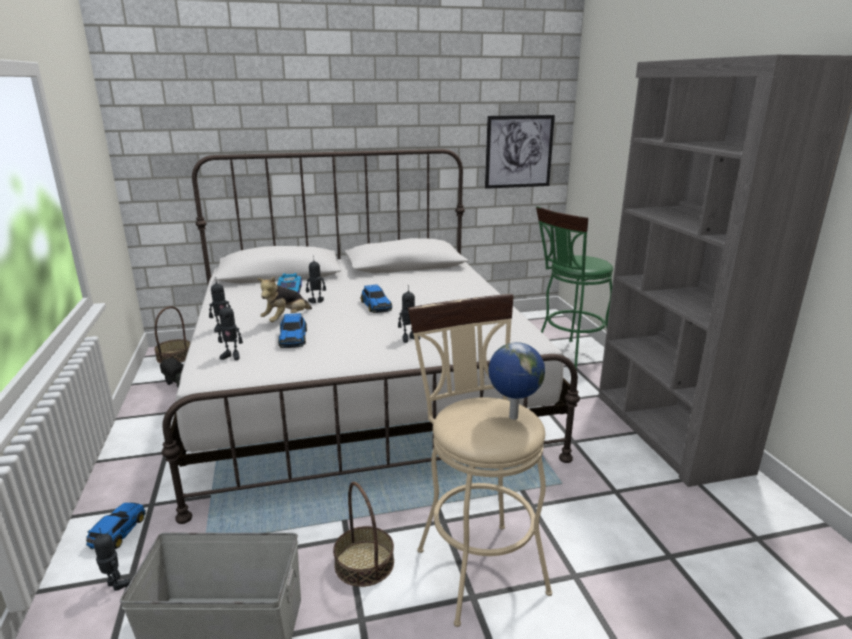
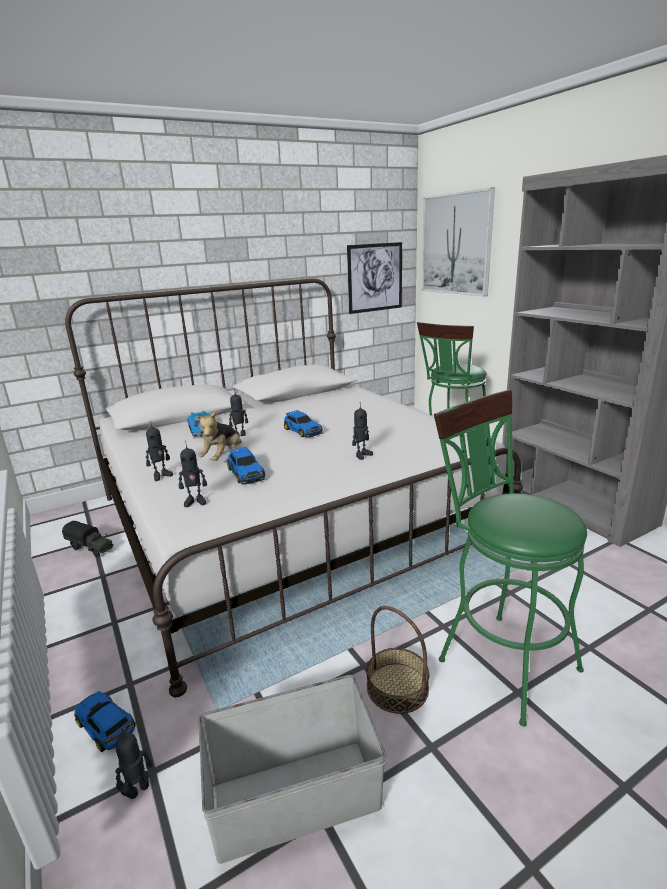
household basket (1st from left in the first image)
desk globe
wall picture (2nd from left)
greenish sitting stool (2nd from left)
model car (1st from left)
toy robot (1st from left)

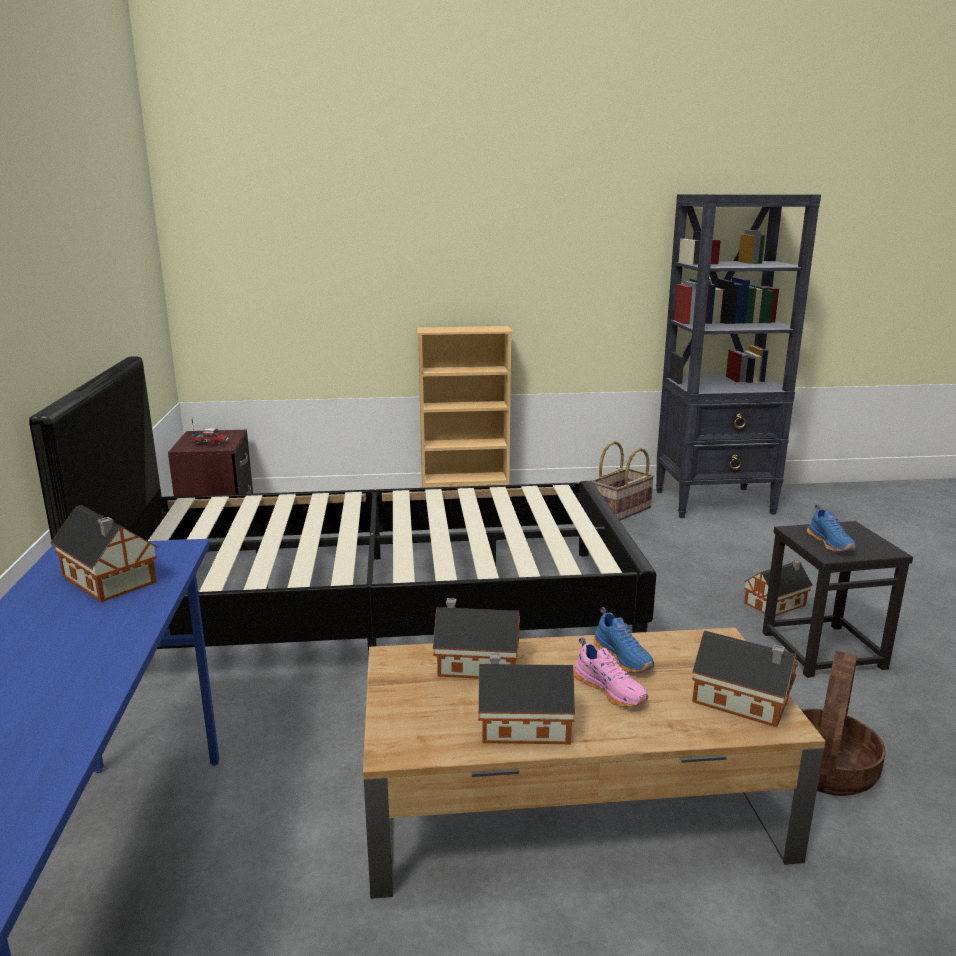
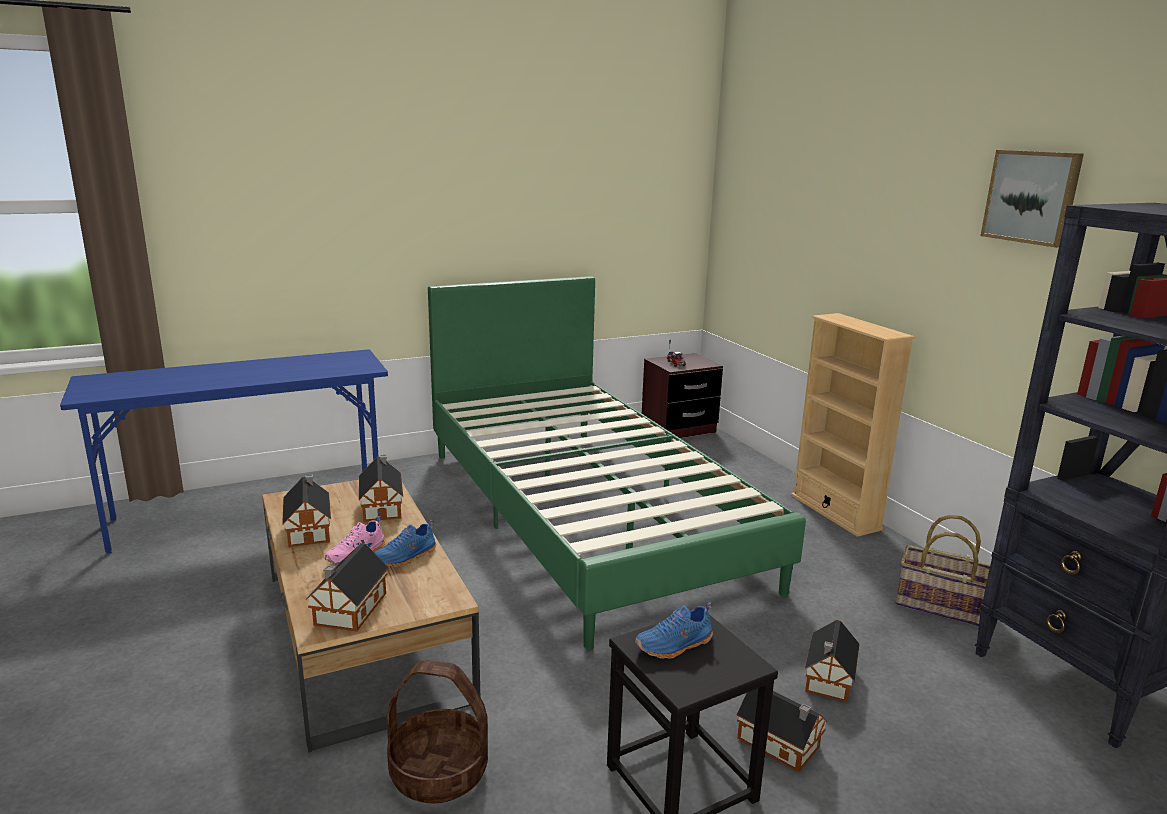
wall picture
toy house (5th from left)
greenish sleeping bed

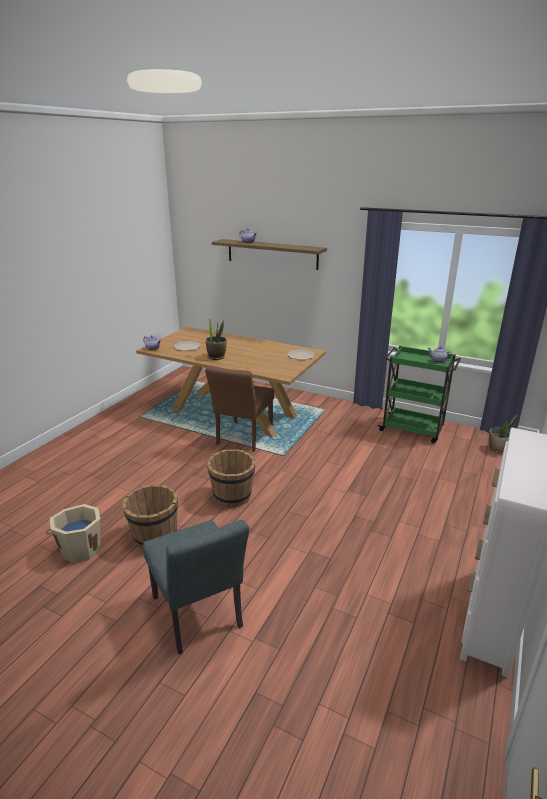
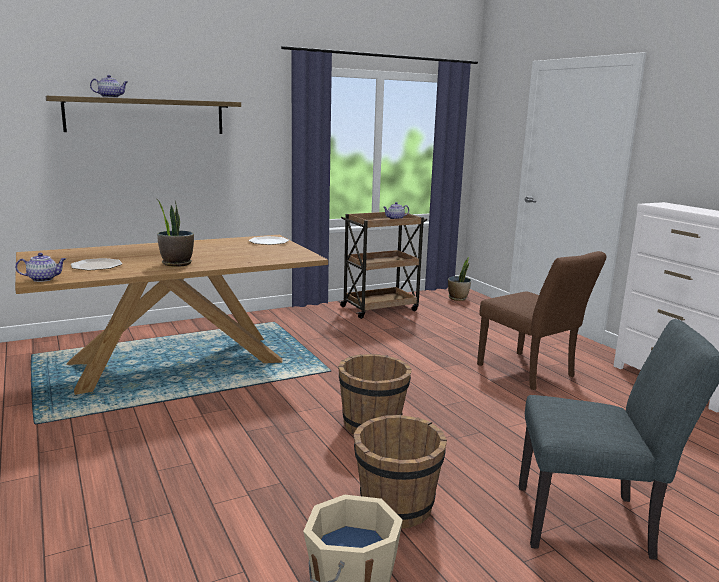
brown upright chair
brown wheeled cart

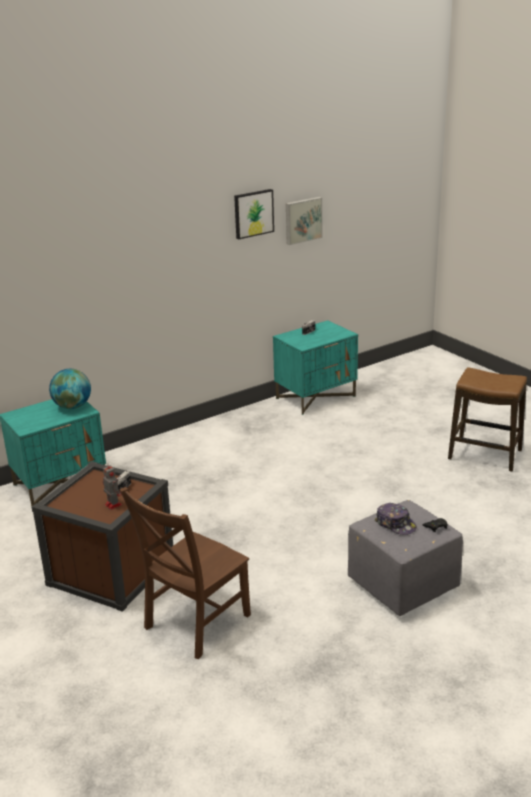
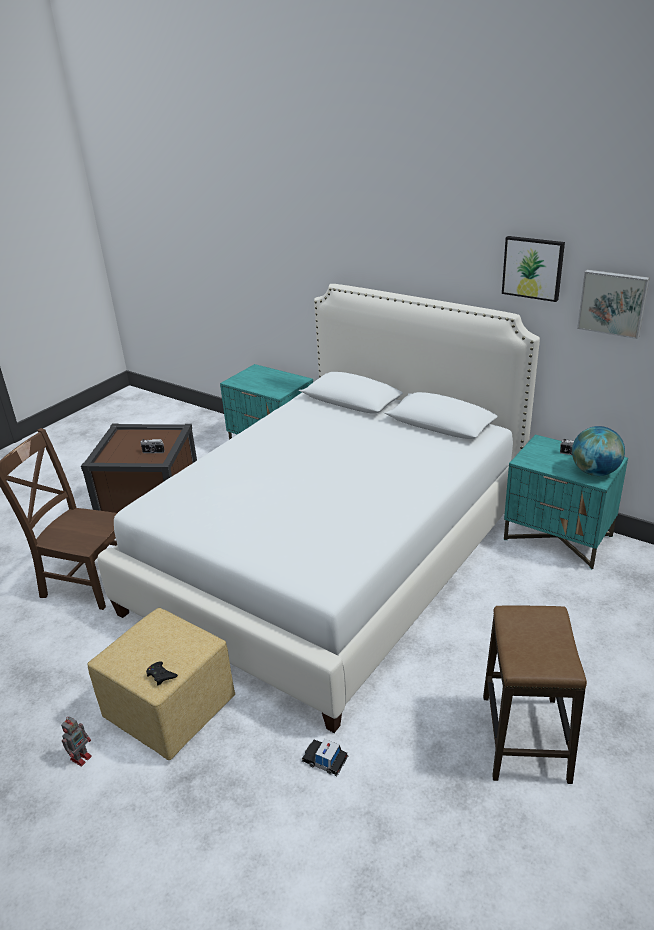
cap
white sleeping bed
model car
desk globe
toy robot
yellowish ottoman

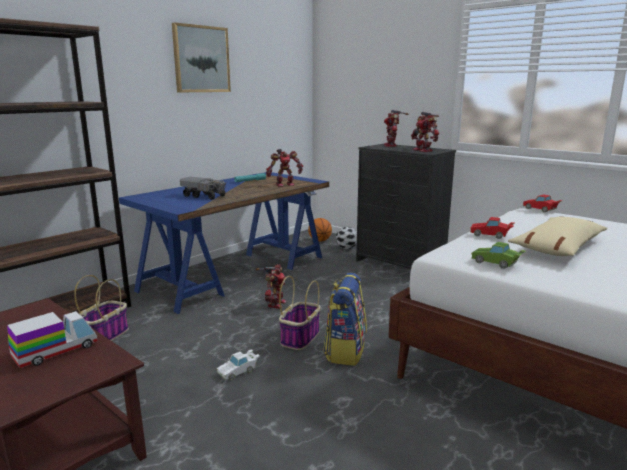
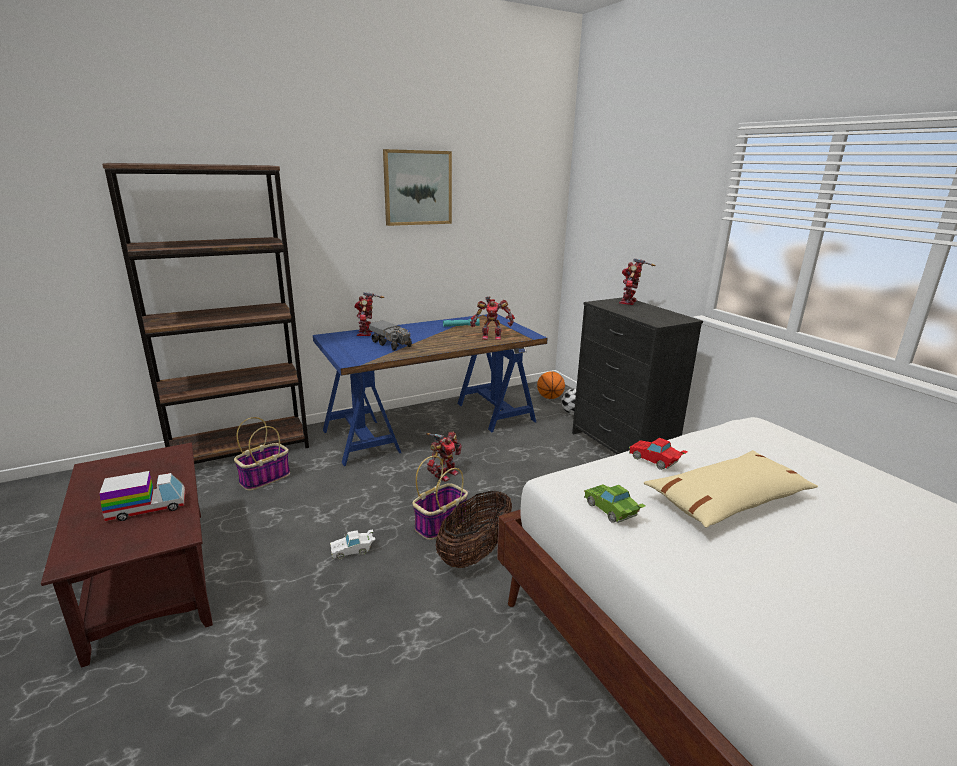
red-coloured model car (2nd from left in the first image)
toy robot (1st from left)
household basket (3rd from left)

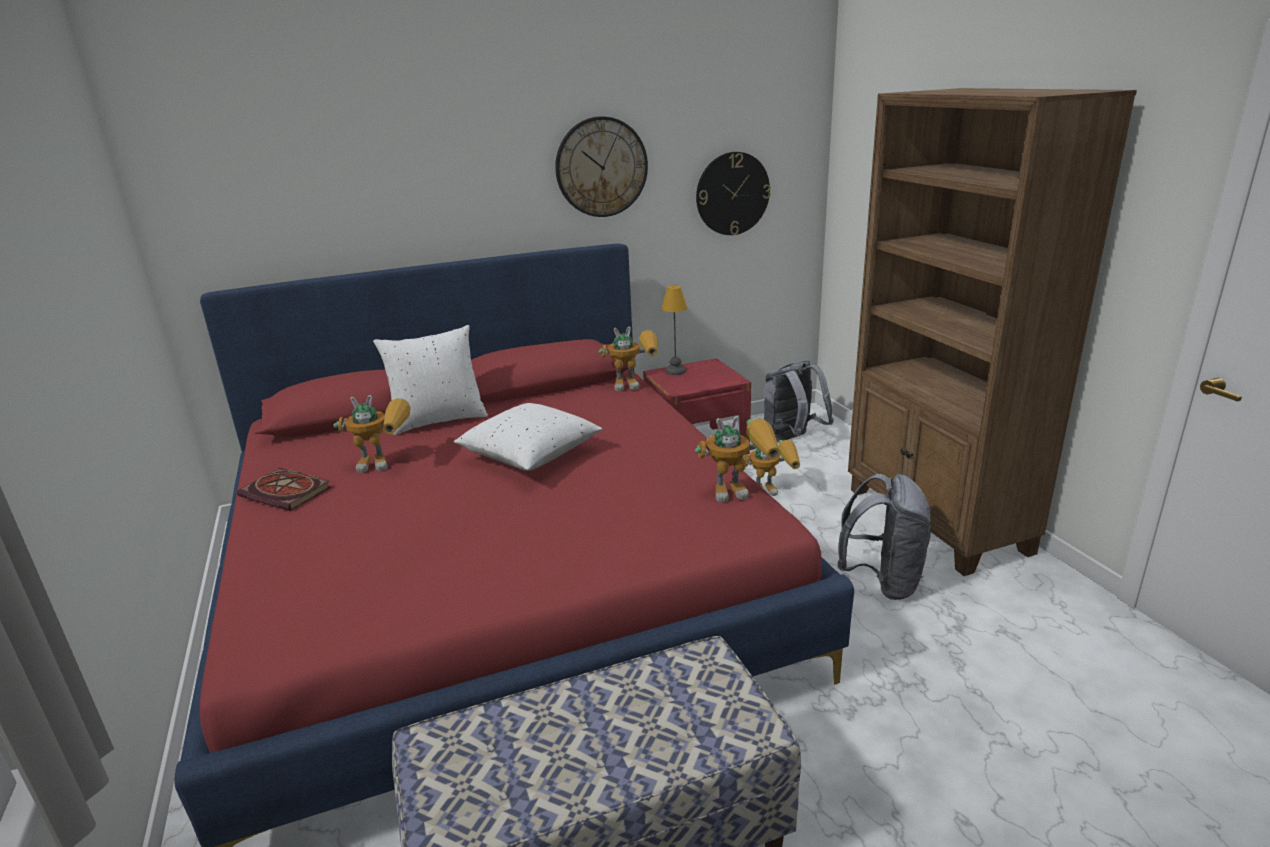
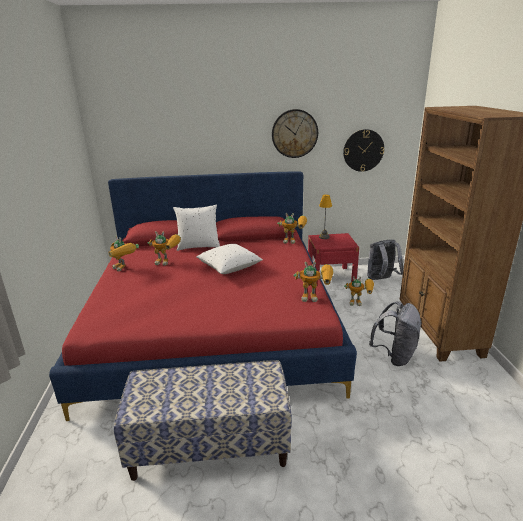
toy robot (1st from left)

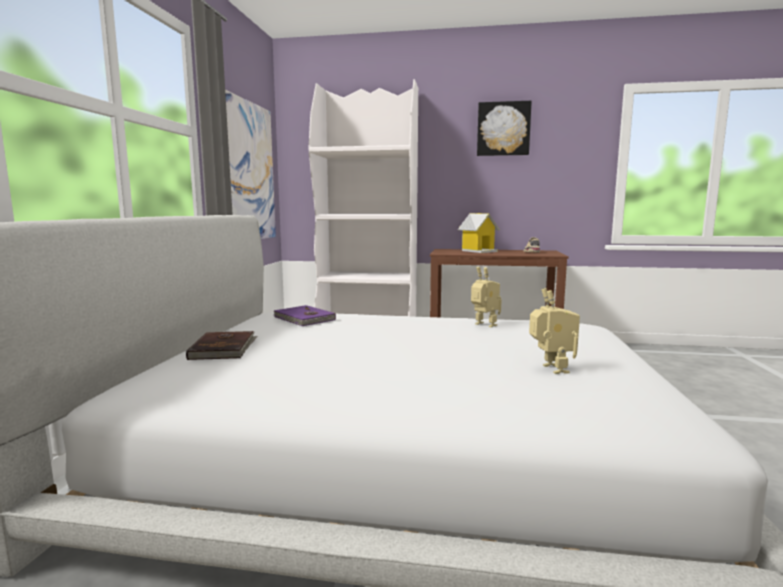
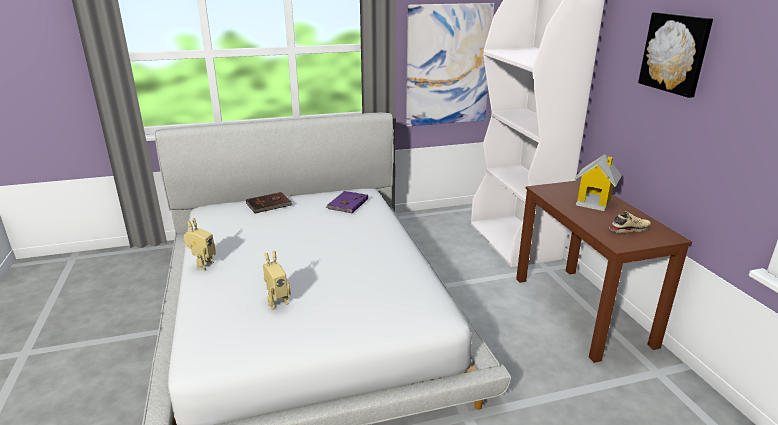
toy robot (1st from left)

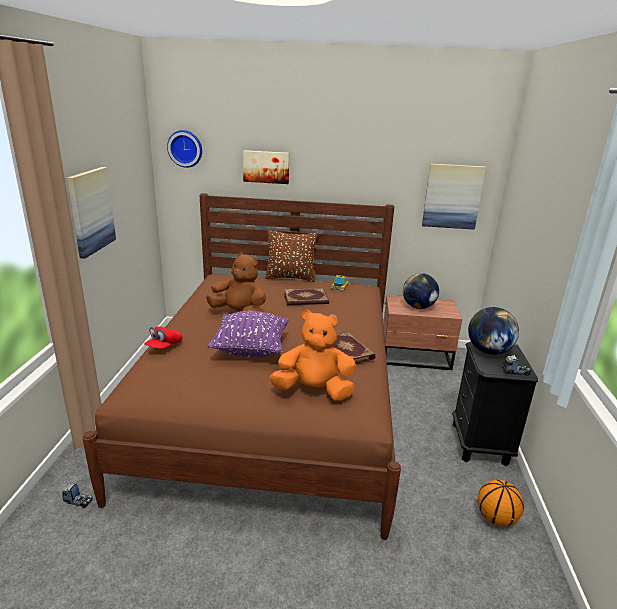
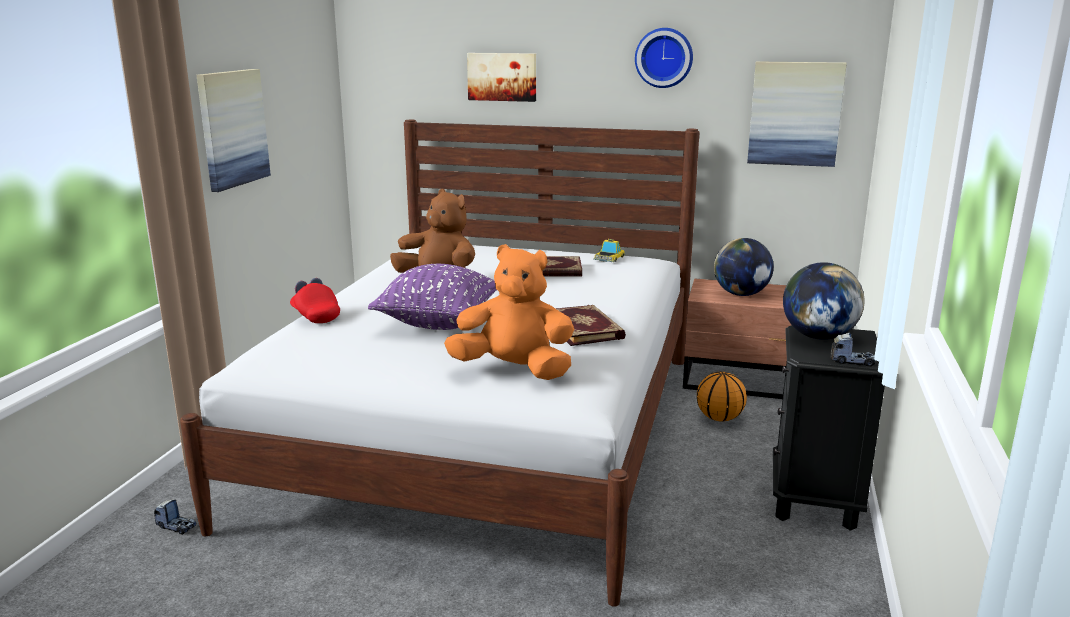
brown pillow
wall clock
basketball ball
white sleeping bed
red-coloured cap

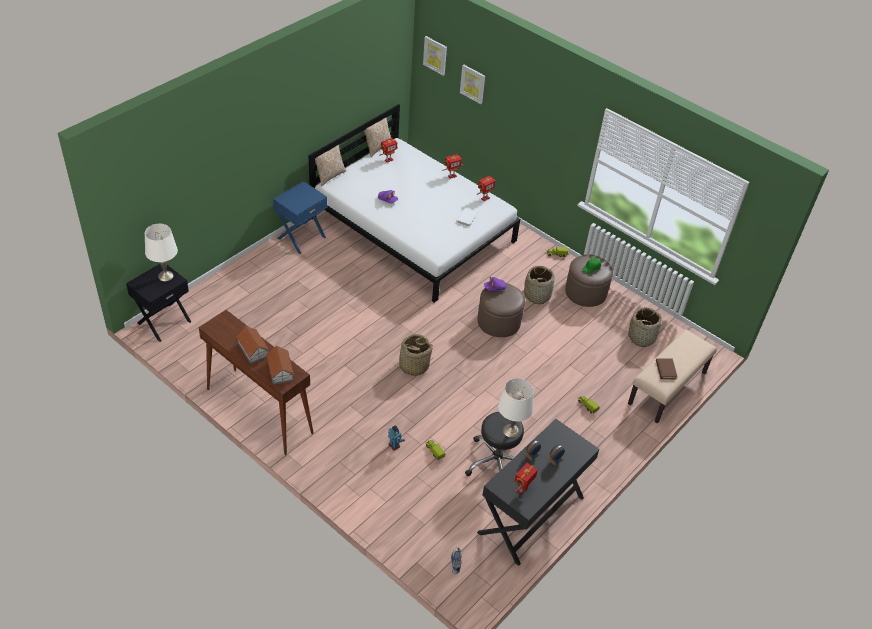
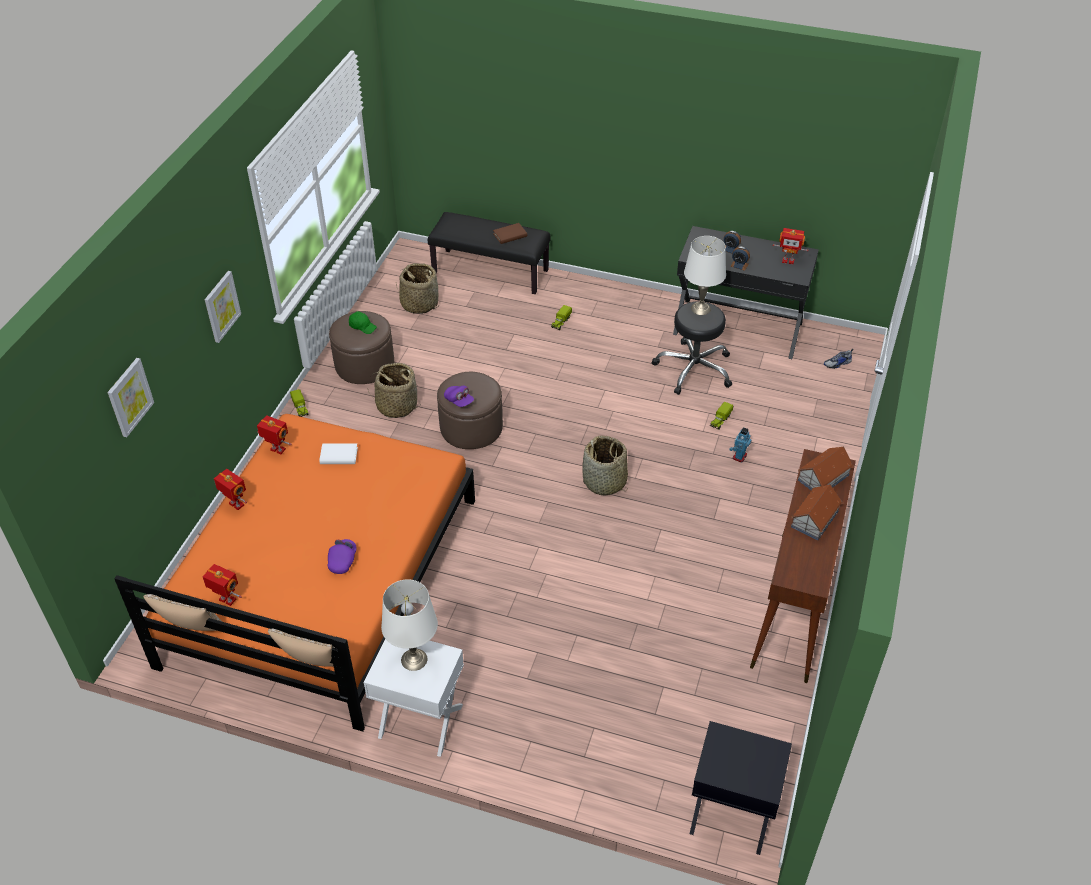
white tabletop lamp (1st from left)
wall picture (2nd from left)
white bedside table
orange-coloured sleeping bed
blackish long seat

